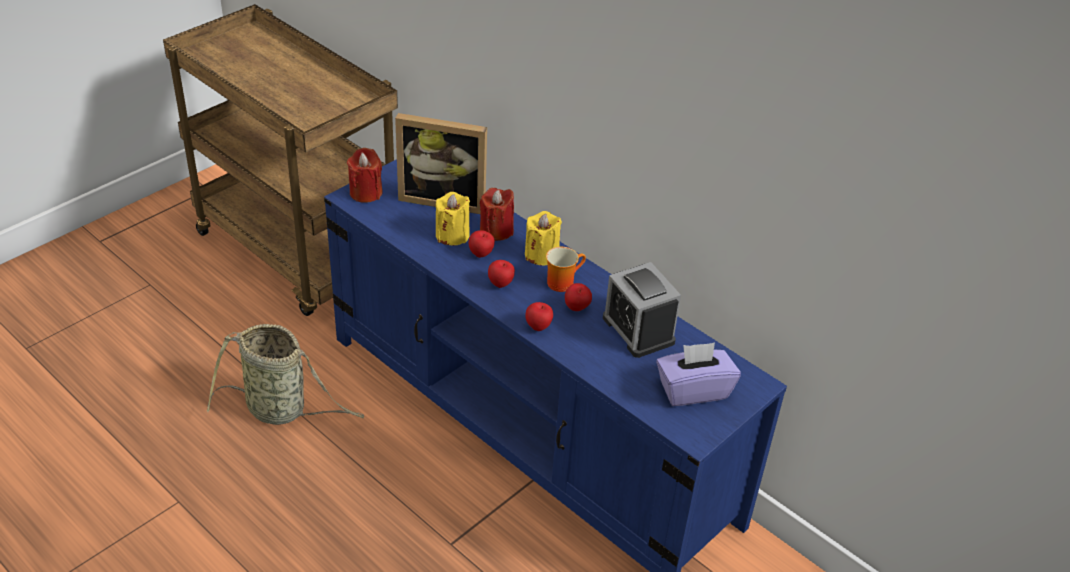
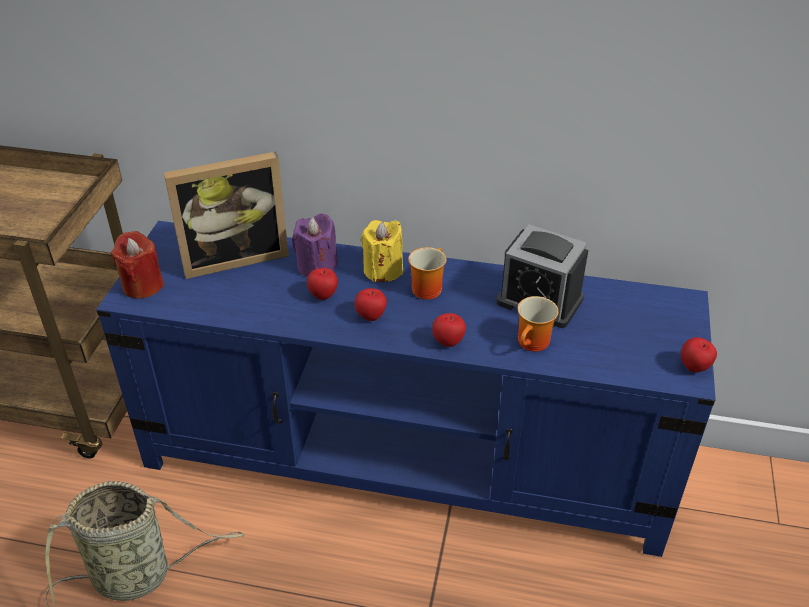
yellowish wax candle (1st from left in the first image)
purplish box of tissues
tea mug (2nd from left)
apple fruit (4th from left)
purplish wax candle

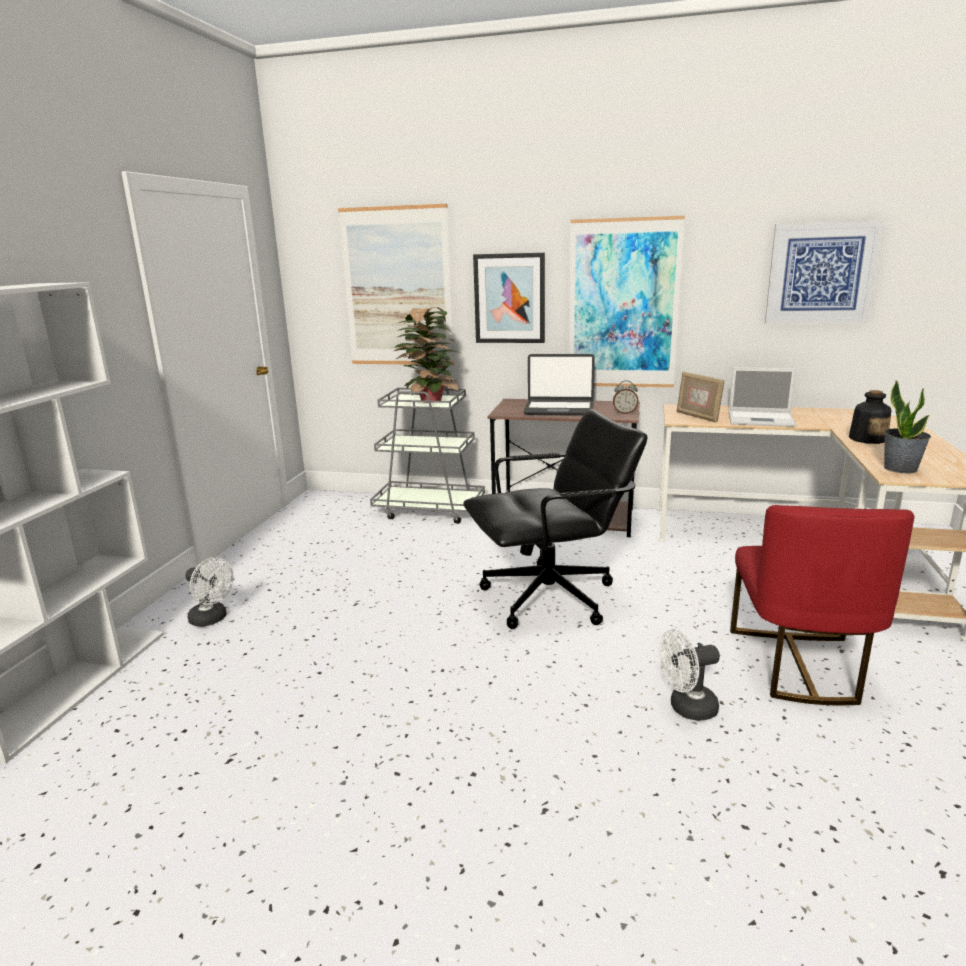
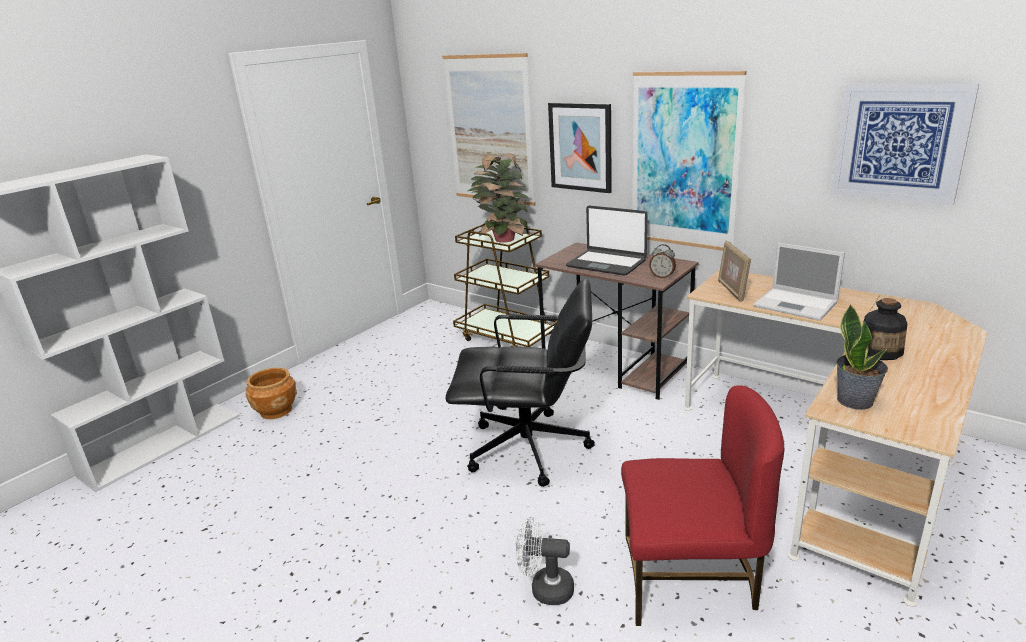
brown plant pot
brown wheeled cart
red-coloured upright chair

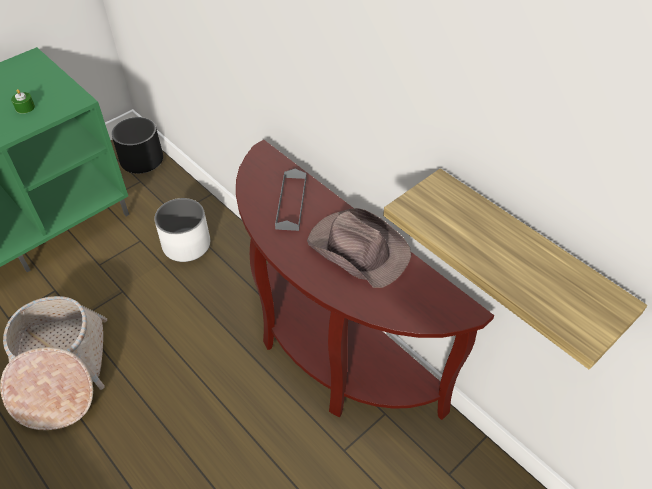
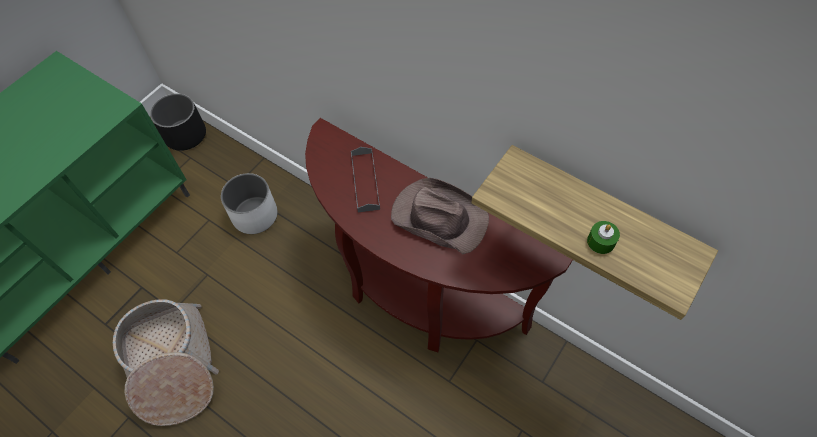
greenish wax candle

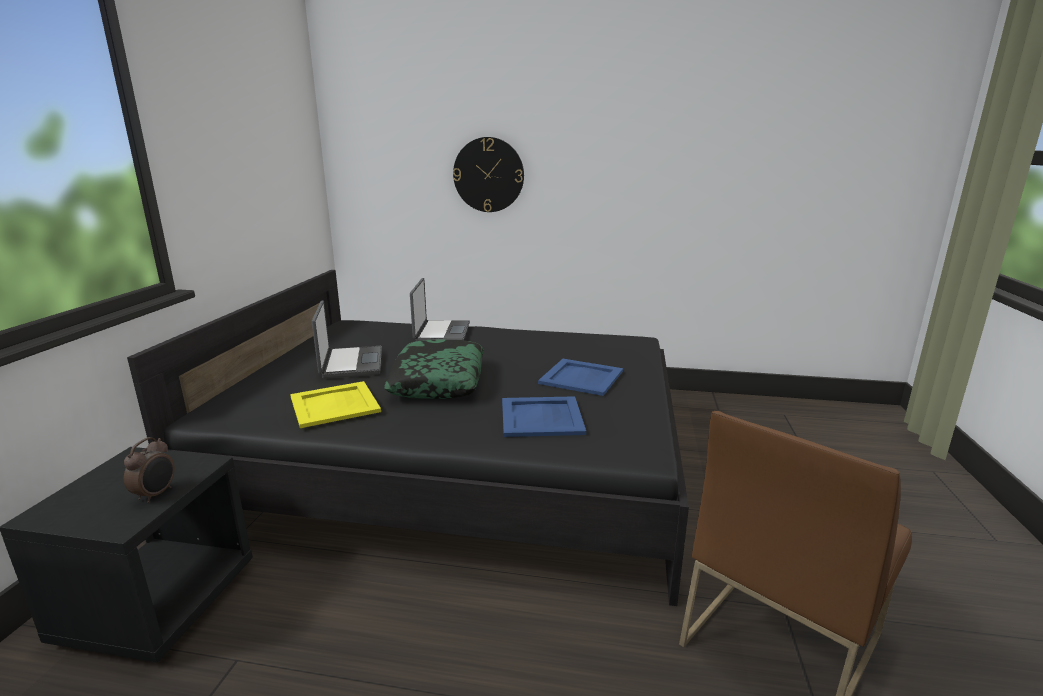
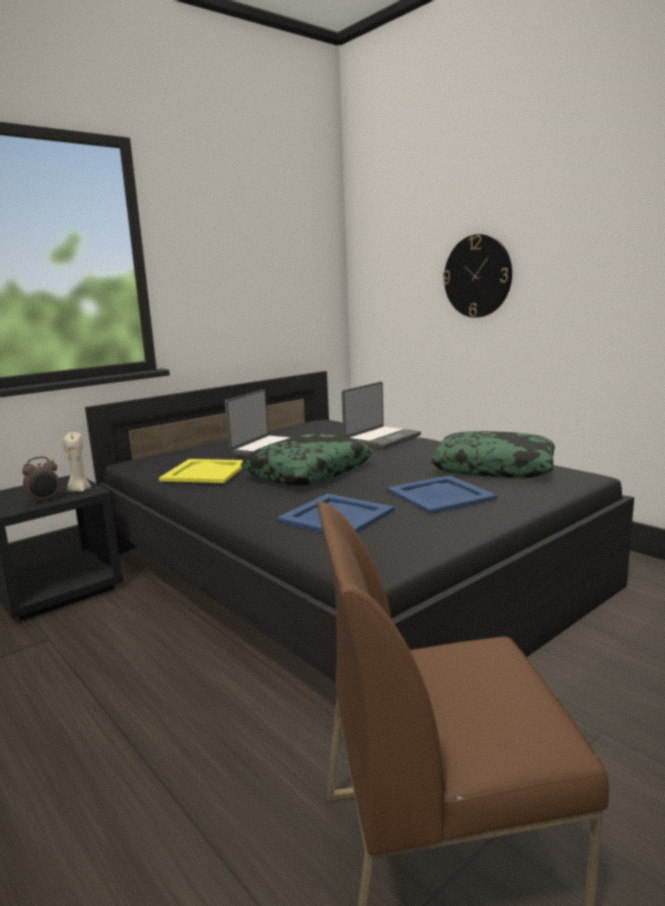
sand-coloured wax candle
pillow (2nd from left)

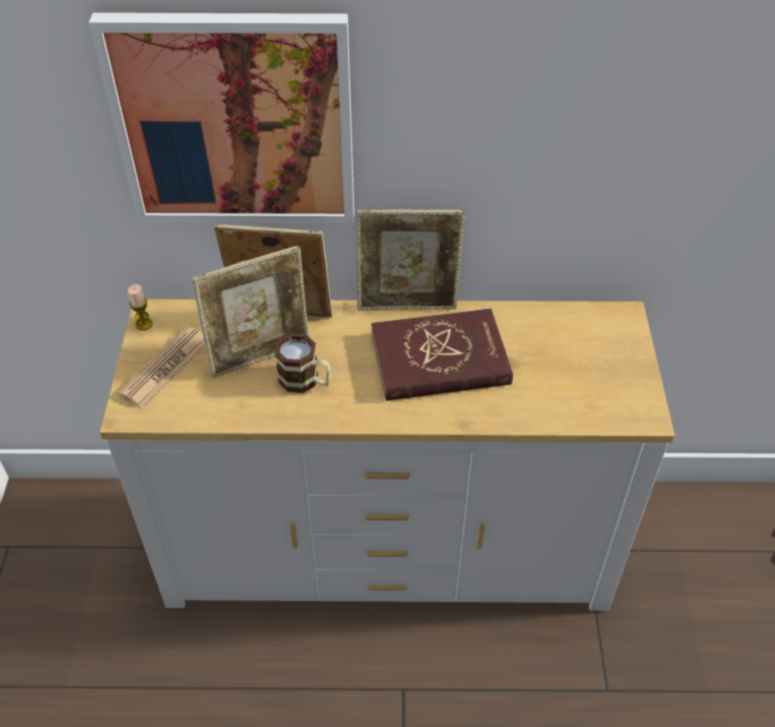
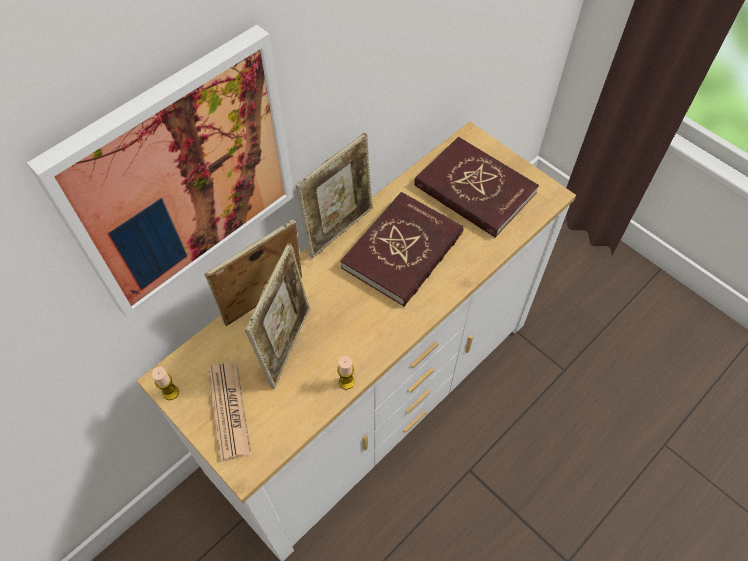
tea mug
wax candle (2nd from left)
red-coloured book (2nd from left)

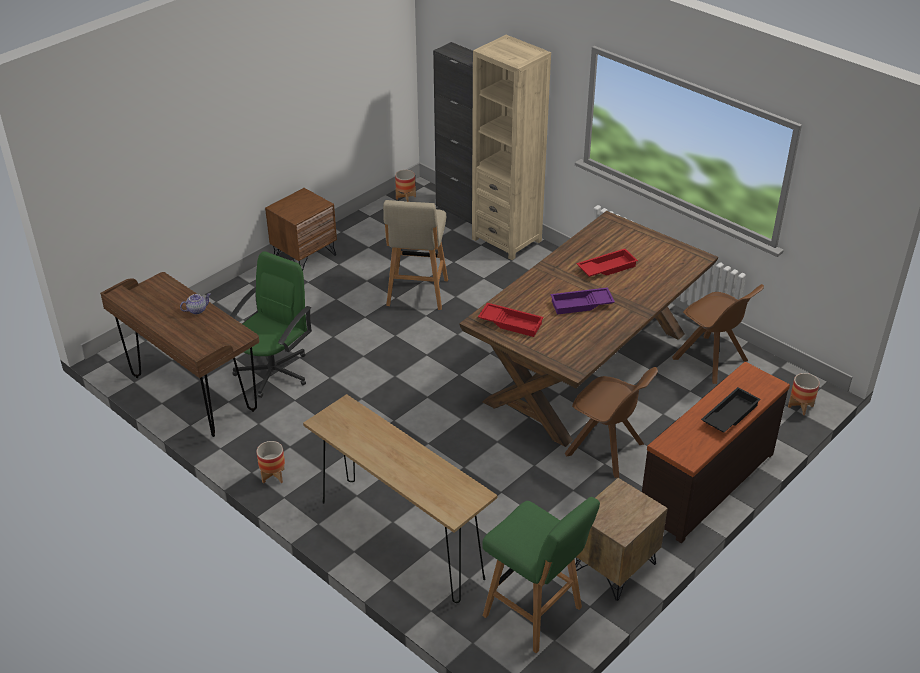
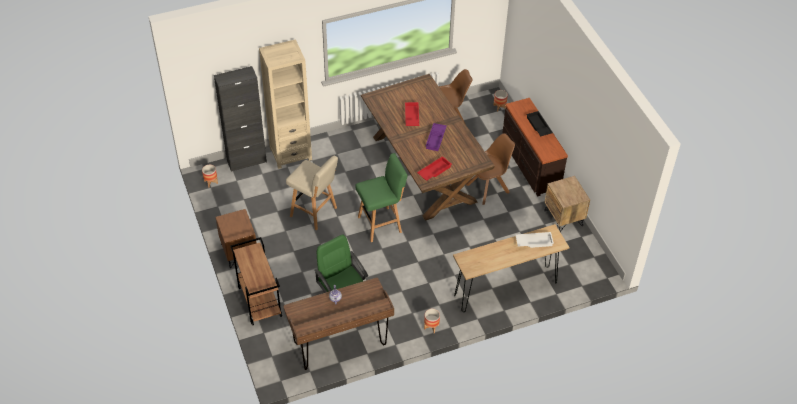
brown wheeled cart
white serving tray
greenish sitting stool

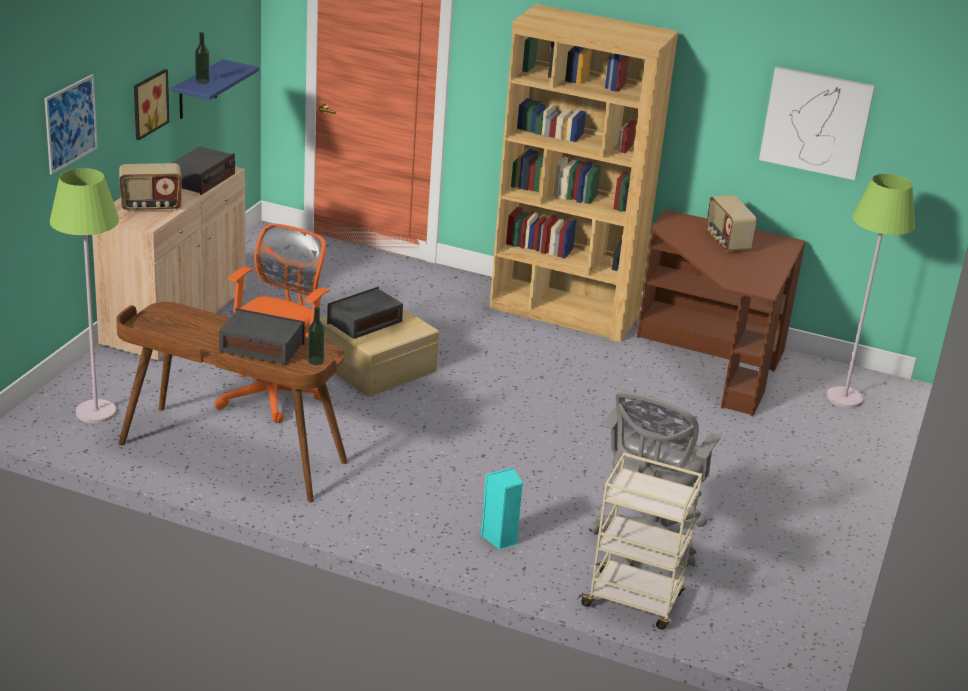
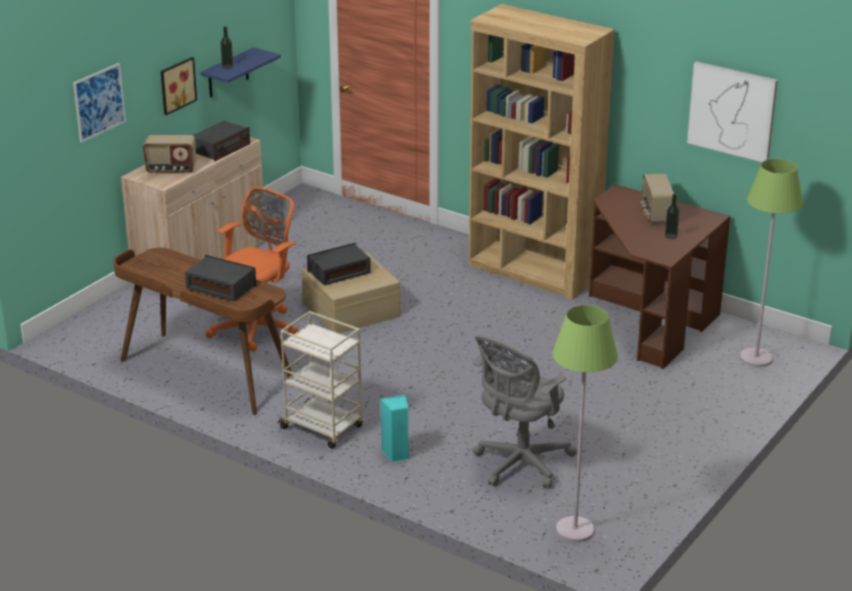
greenish floor lamp (1st from left)
bottle (2nd from left)
sand-coloured wheeled cart

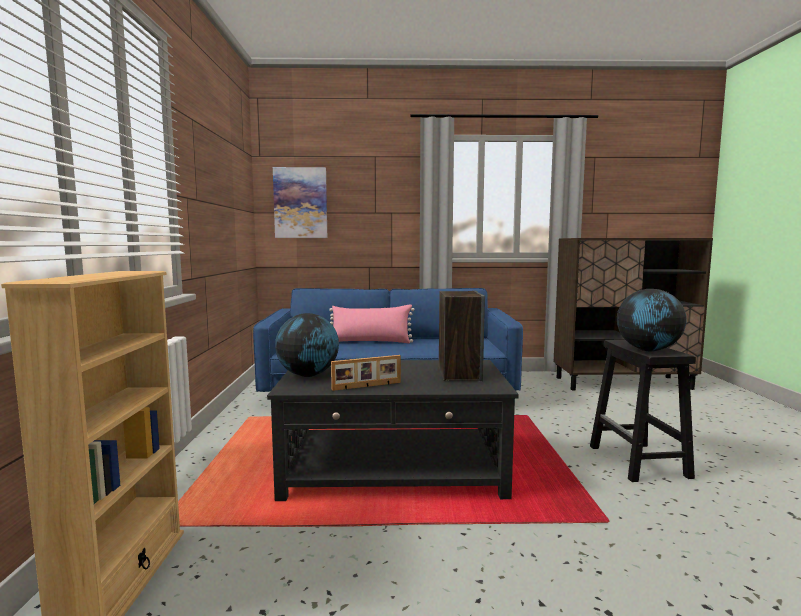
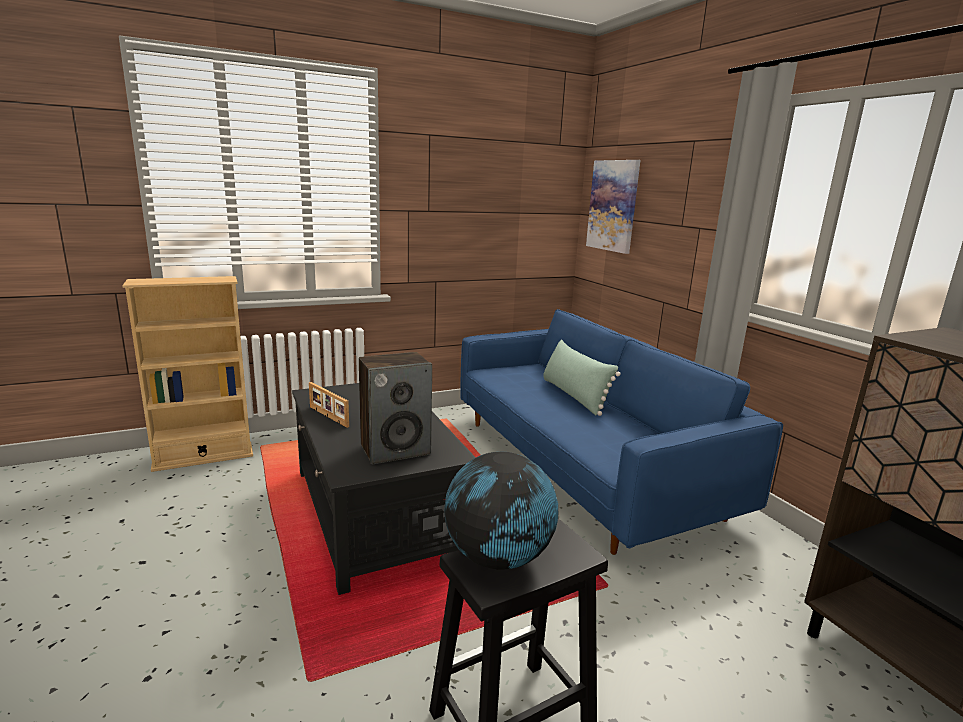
desk globe (1st from left in the first image)
greenish pillow

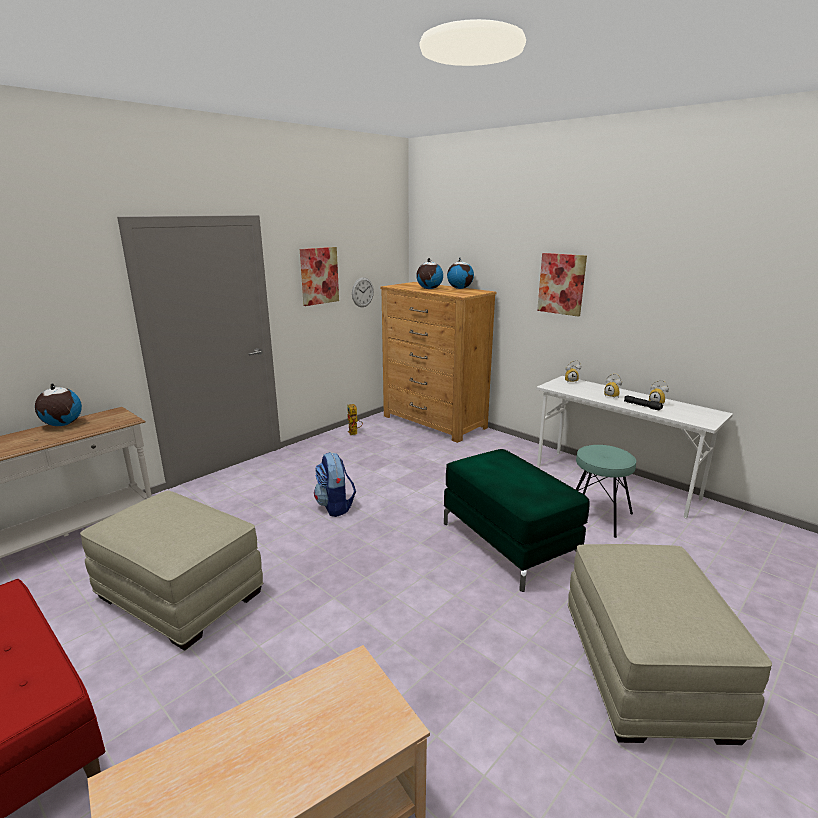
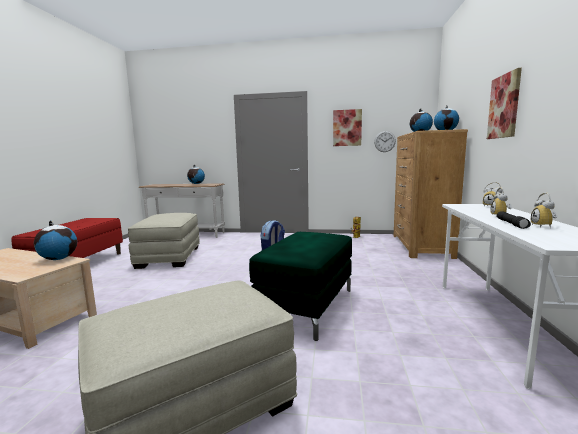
turquoise-coloured sitting stool
desk globe (1st from left)

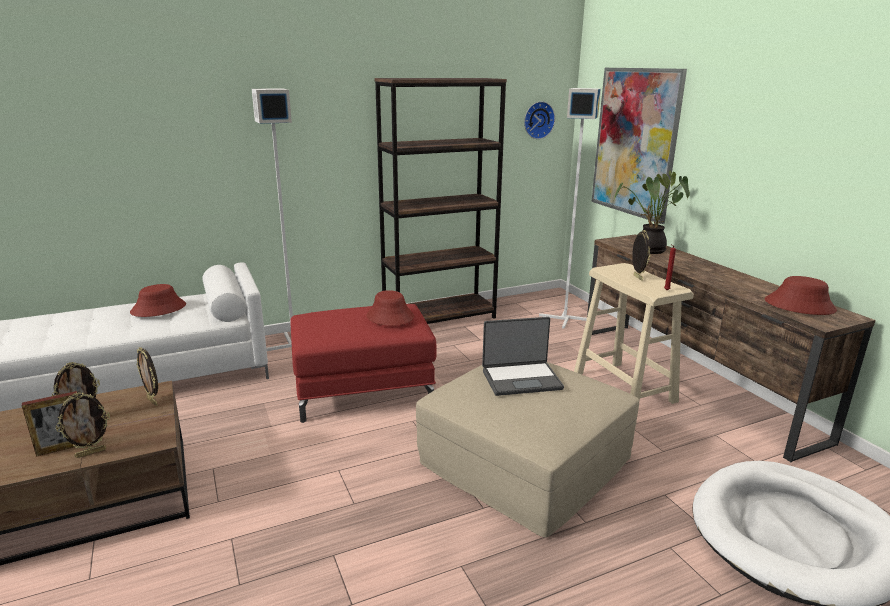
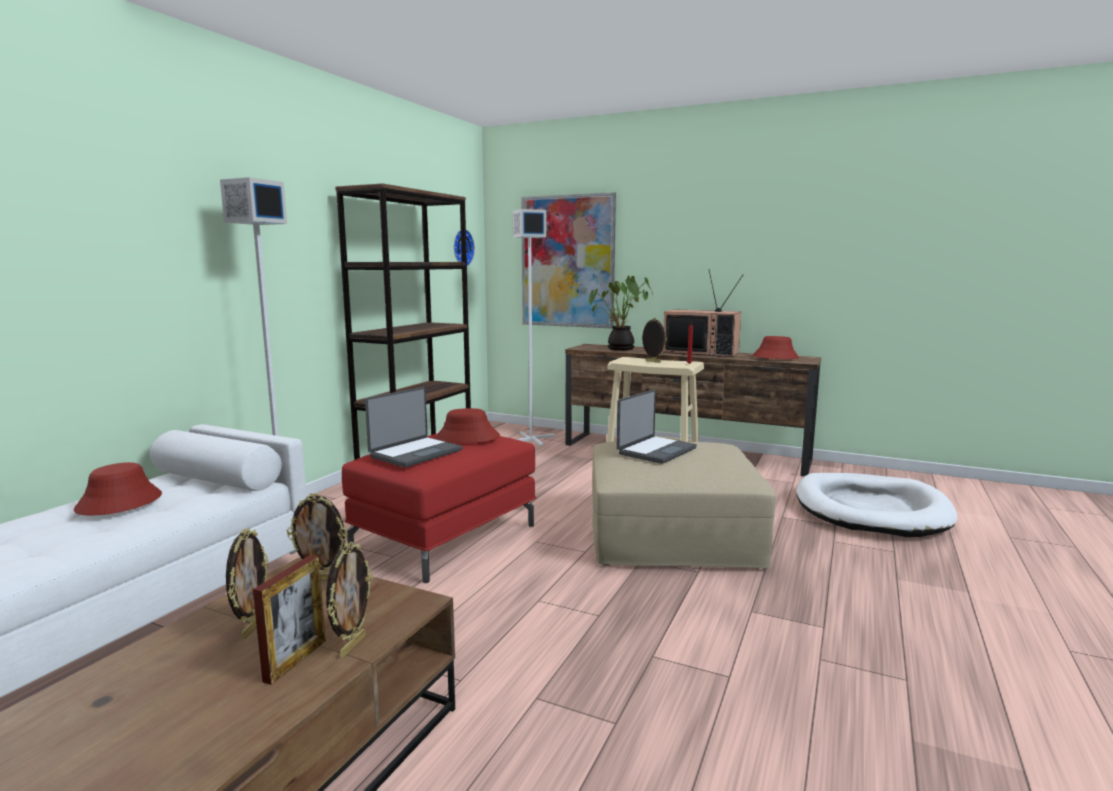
notebook computer (1st from left)
TV set

